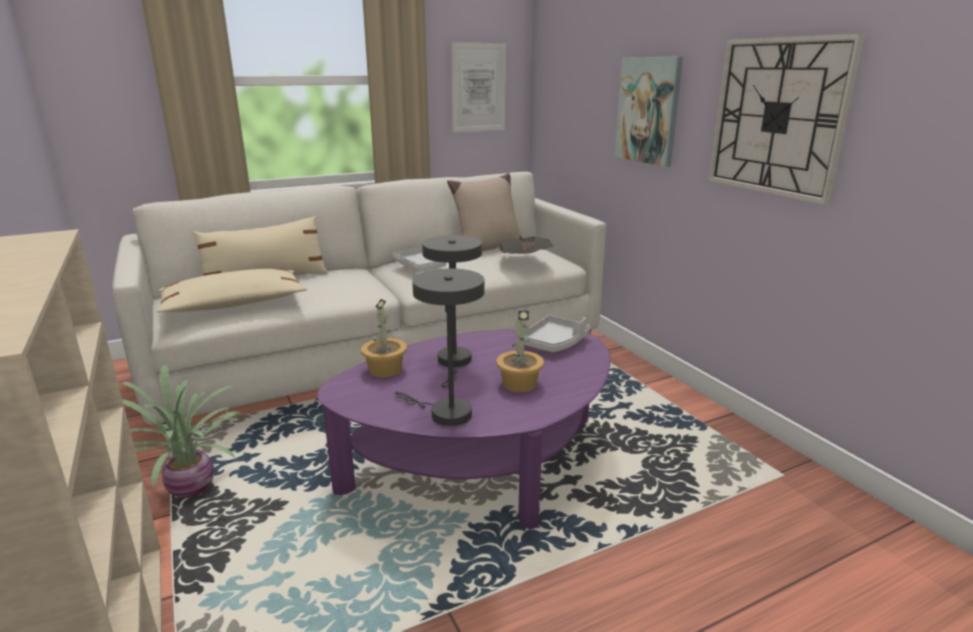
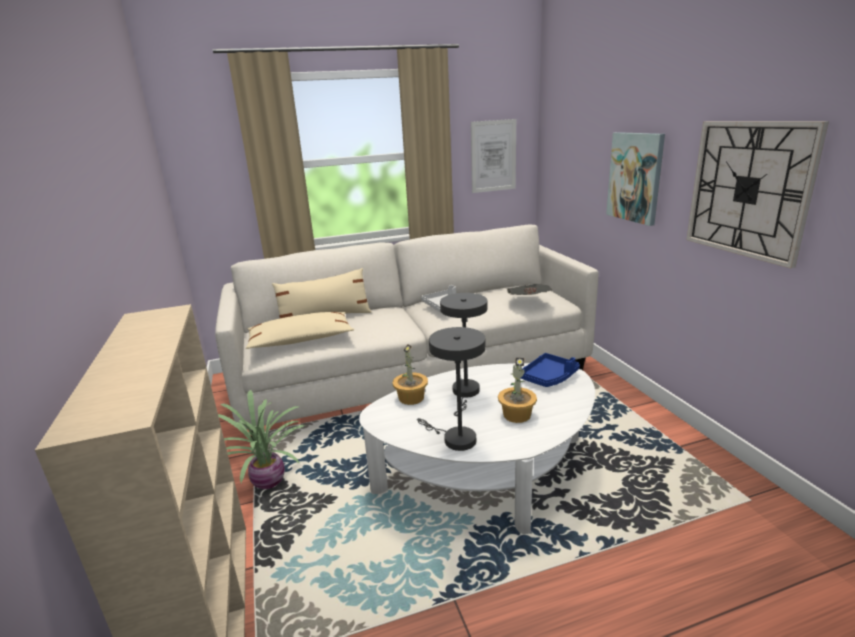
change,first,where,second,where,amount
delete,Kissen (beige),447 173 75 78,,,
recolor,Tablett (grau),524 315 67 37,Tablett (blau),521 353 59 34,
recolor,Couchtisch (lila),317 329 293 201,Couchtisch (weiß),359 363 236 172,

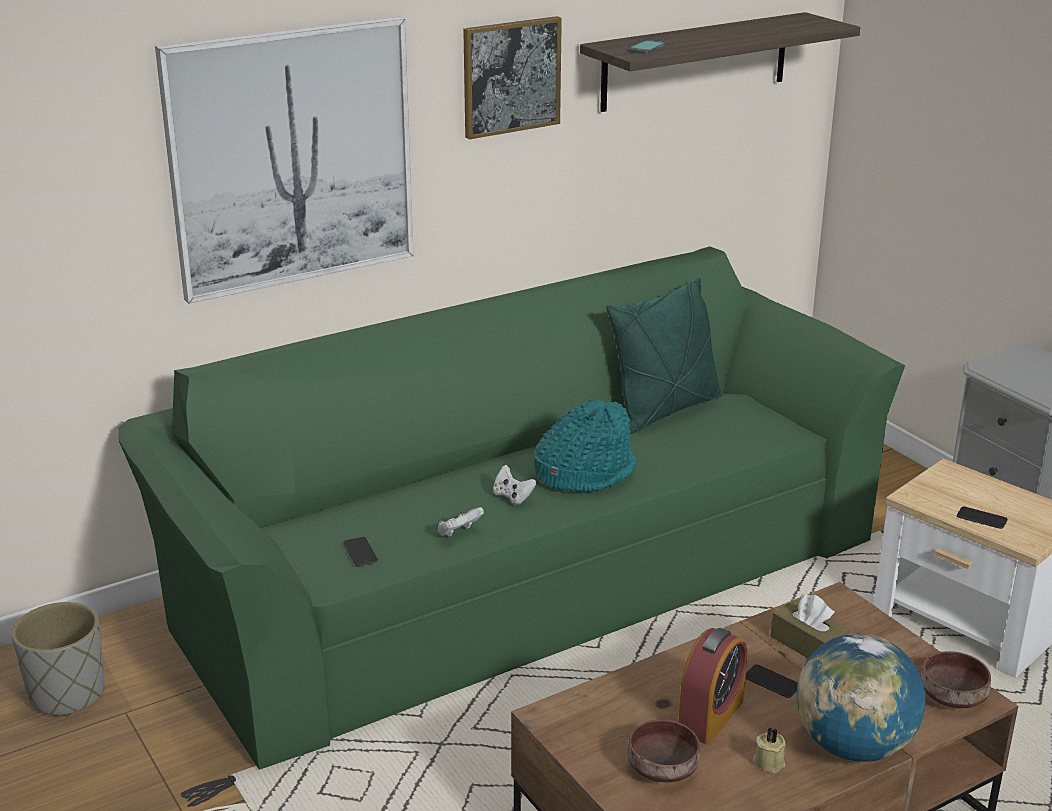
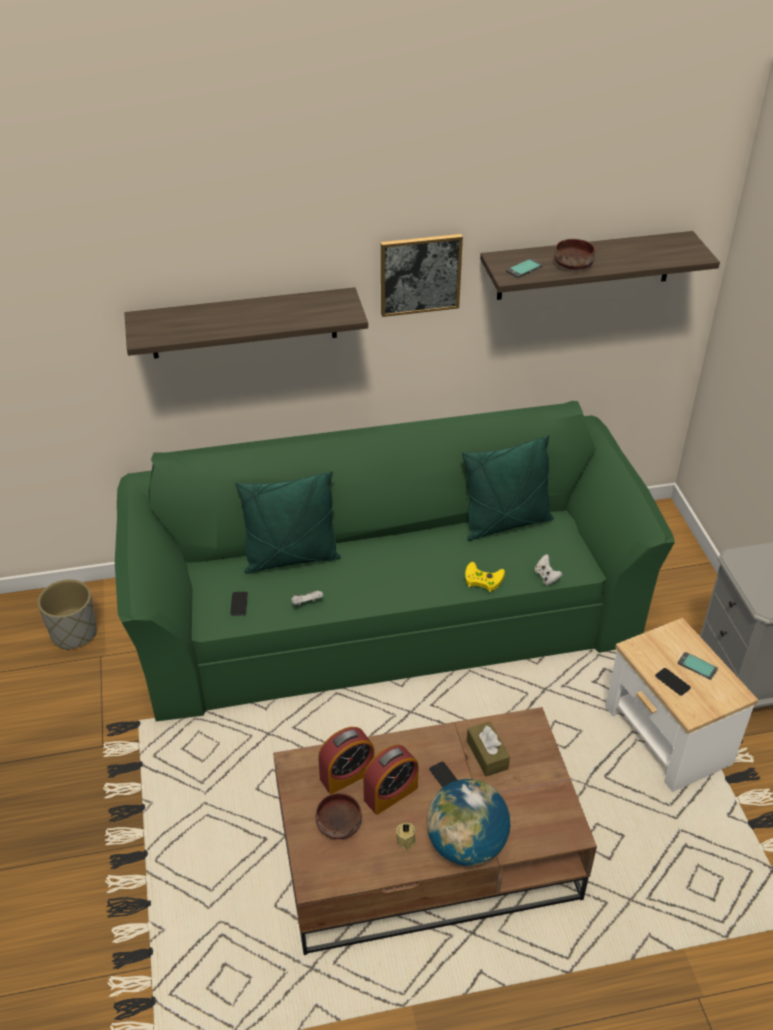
change,first,where,second,where,amount
replace,Bild,155 17 259 287,Wandregal,124 287 244 72,
delete,Hut (türkis),534 398 103 94,,,
move,Gamepad (weiß),493 465 43 40,,535 554 28 31,
move,Schüssel (braun),921 651 70 57,,554 239 41 31,
insert,,,Kissen (grün),235 471 106 103,
insert,,,Gamepad (gelb),465 562 40 30,
insert,,,Handy,678 652 40 28,
insert,,,Wecker,318 727 56 67,

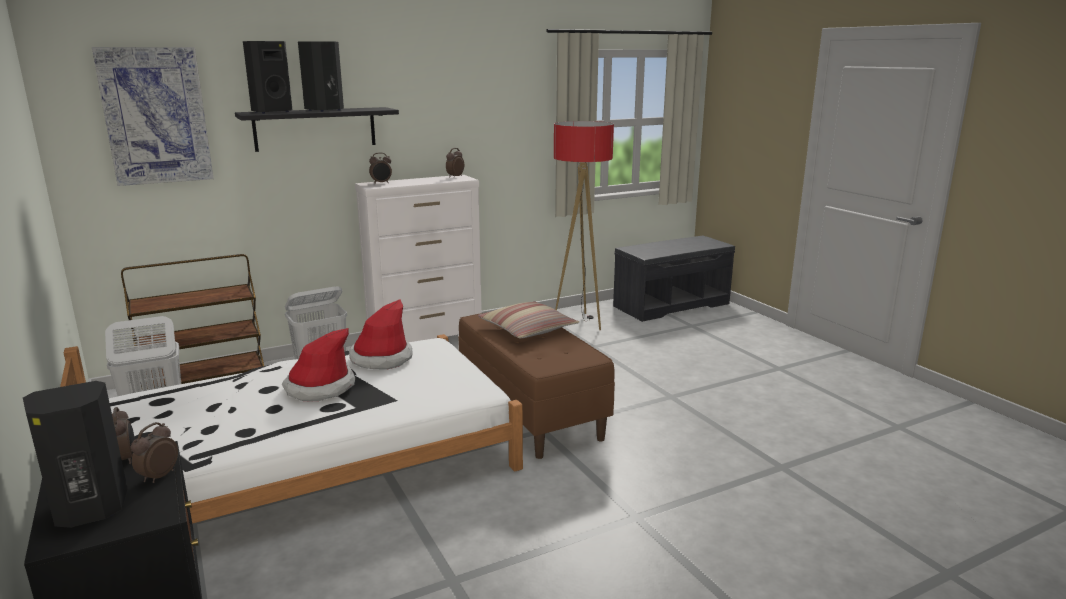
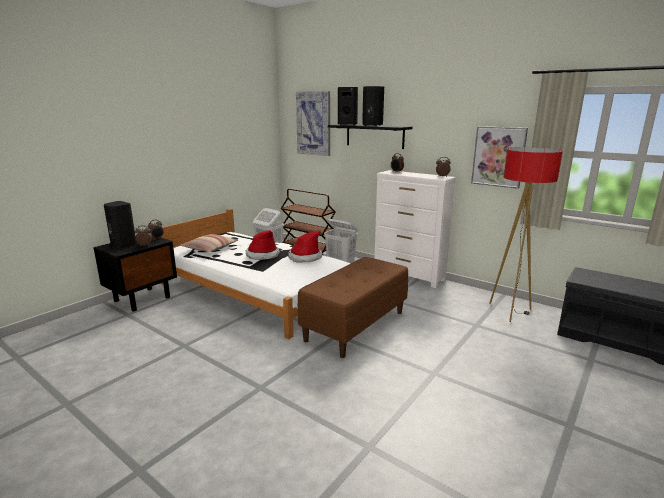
change,first,where,second,where,amount
move,Kissen,478 301 102 37,,180 234 58 18,
insert,,,Bild,471 126 57 63,

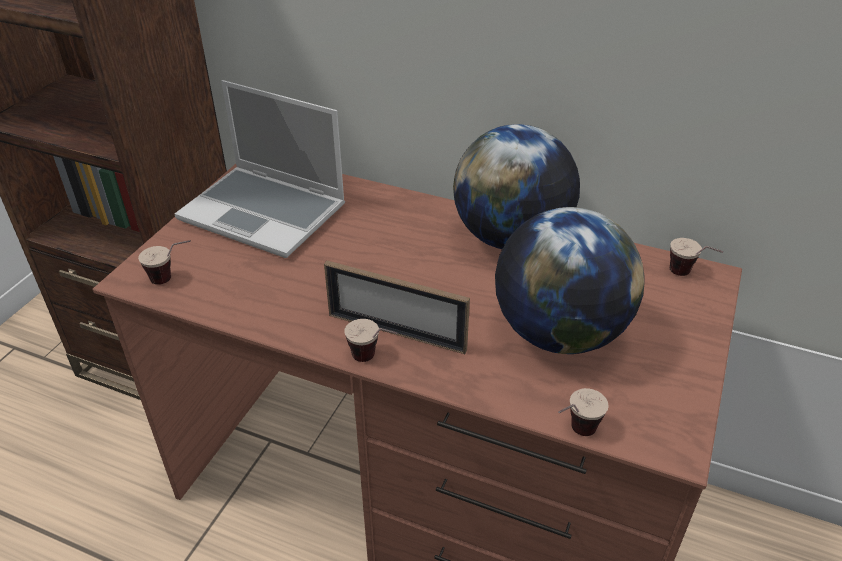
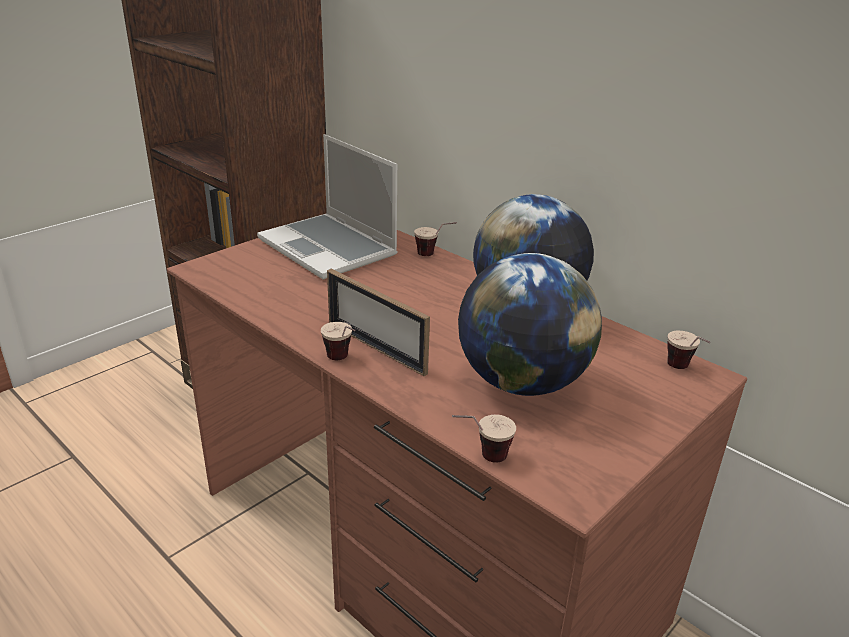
change,first,where,second,where,amount
move,Tasse,138 240 53 45,,414 222 43 34,

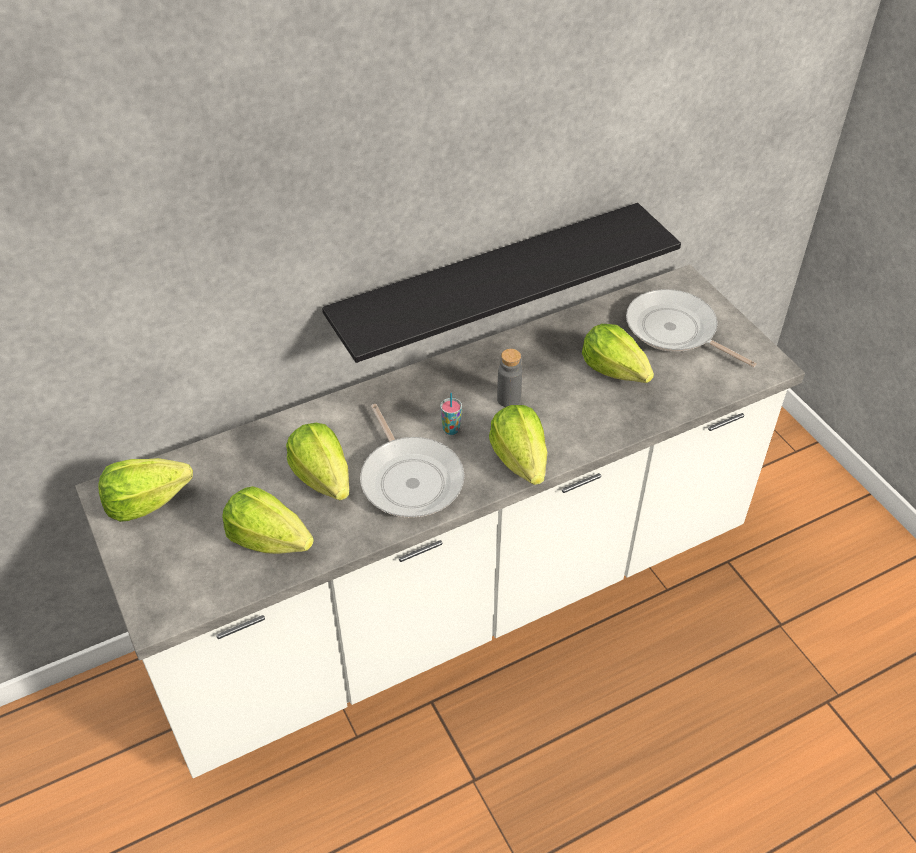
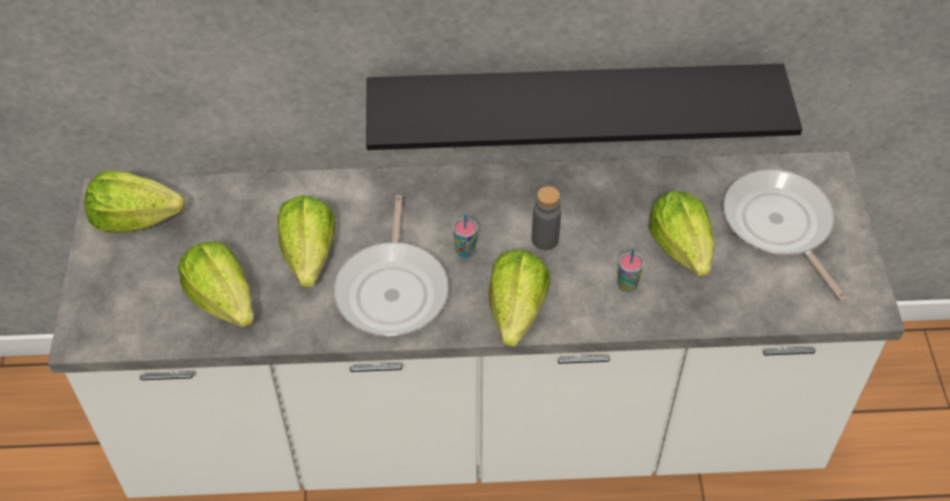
change,first,where,second,where,amount
insert,,,Tasse,617 248 27 44,

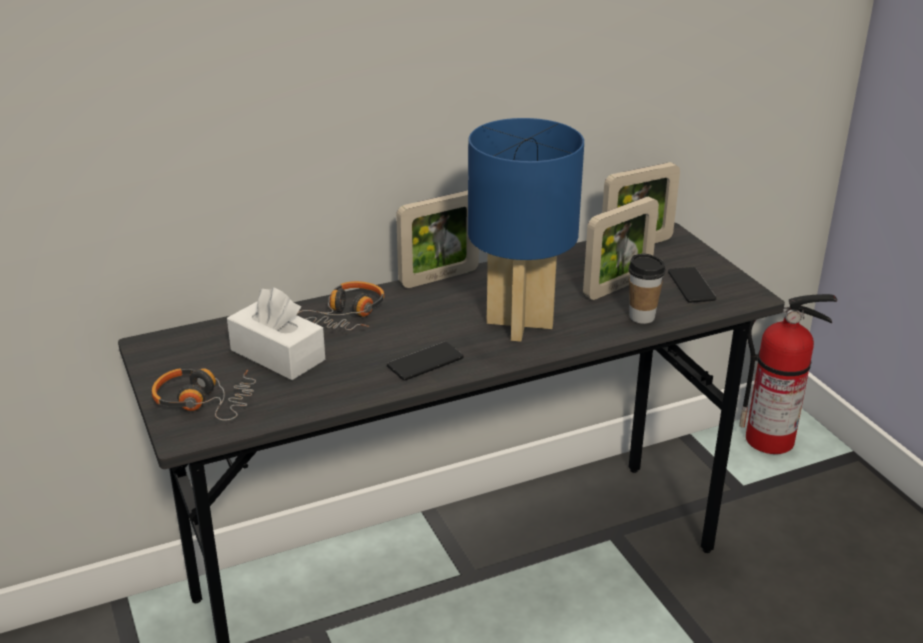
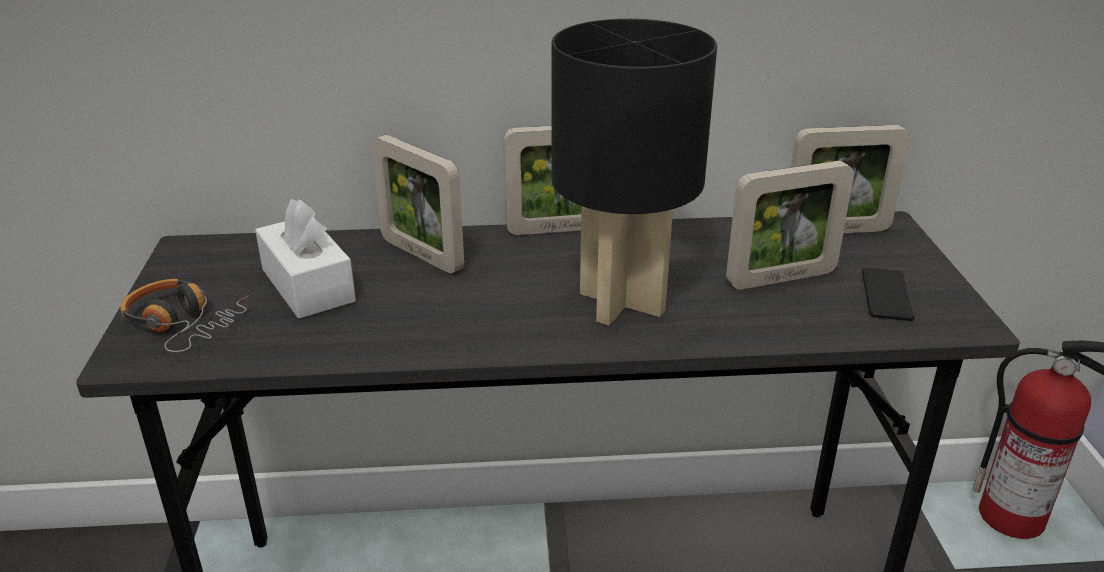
change,first,where,second,where,amount
recolor,Tischlampe (blau),468 118 116 224,Tischlampe (schwarz),551 19 166 306,
delete,Tasse,628 253 37 71,,,
replace,Kopfhörer,296 281 89 49,Bilderrahmen,372 135 92 138,
delete,Handy,387 342 77 38,,,

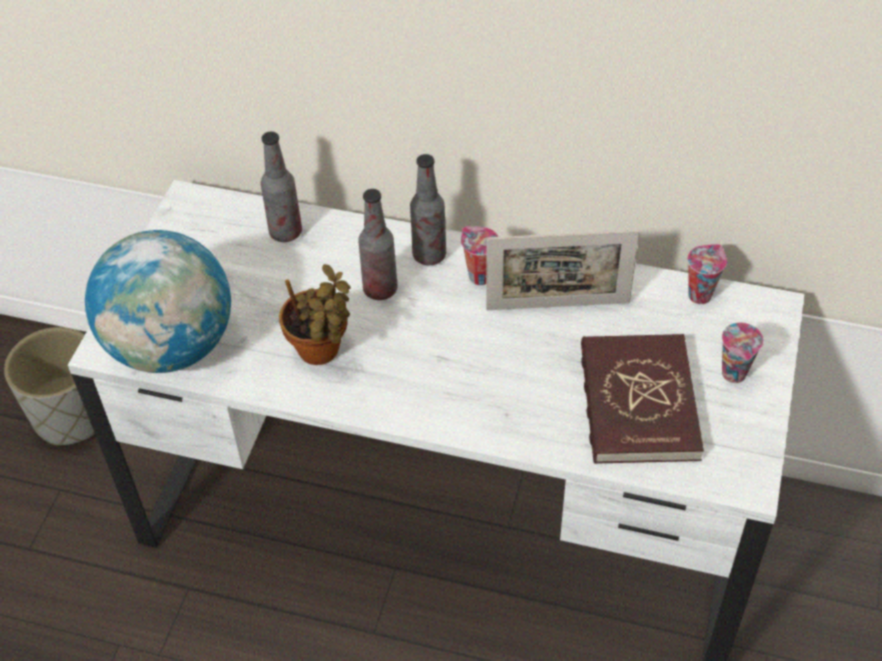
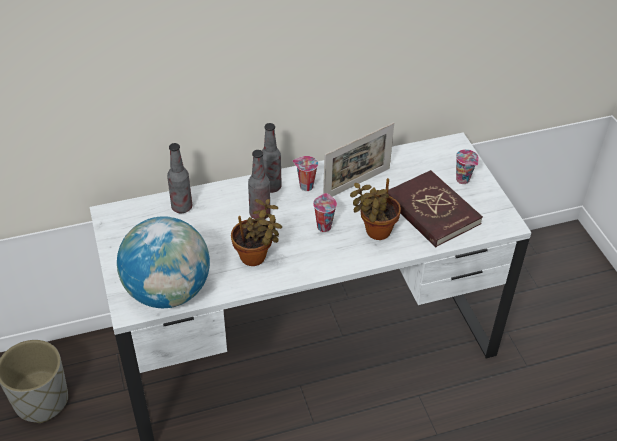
change,first,where,second,where,amount
move,Tasse,687 244 40 60,,313 193 24 39,
insert,,,Topfpflanze,350 178 51 62,

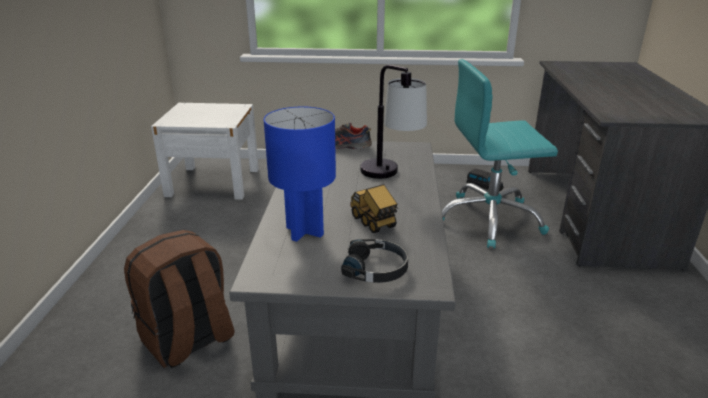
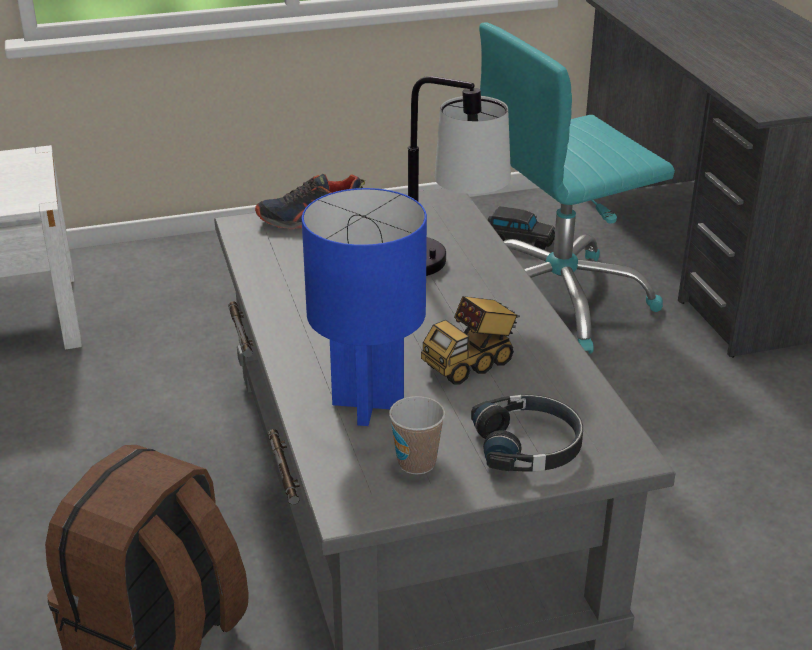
change,first,where,second,where,amount
rotate,Spielzeuglaster,351 184 47 49,,421 296 99 88,75 degrees counterclockwise
insert,,,Tasse,389 396 56 79,

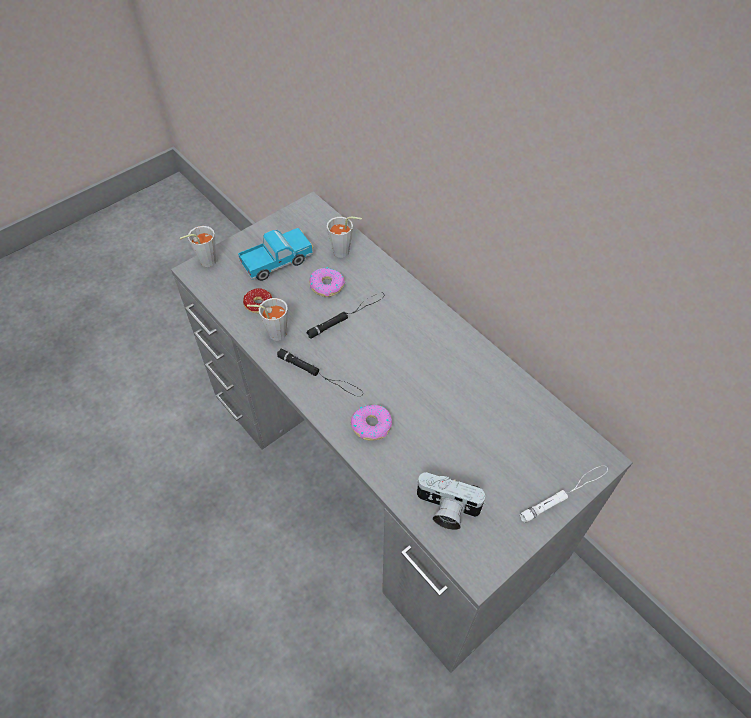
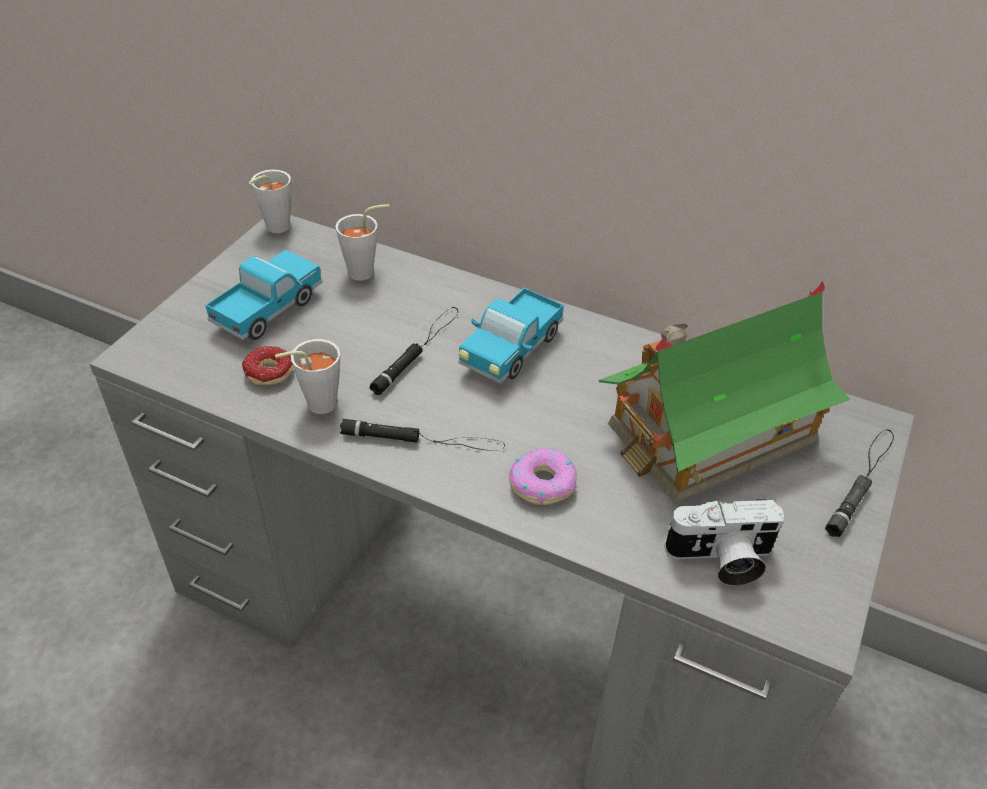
change,first,where,second,where,amount
move,Tasse (grau),180 226 37 41,,249 169 42 64,
delete,Donut,309 267 36 30,,,
recolor,Taschenlampe (weiß),519 466 89 57,Taschenlampe (schwarz),825 430 69 107,
insert,,,Spielzeughaus,599 282 252 221,
insert,,,Spielzeuglaster,458 288 106 96,

